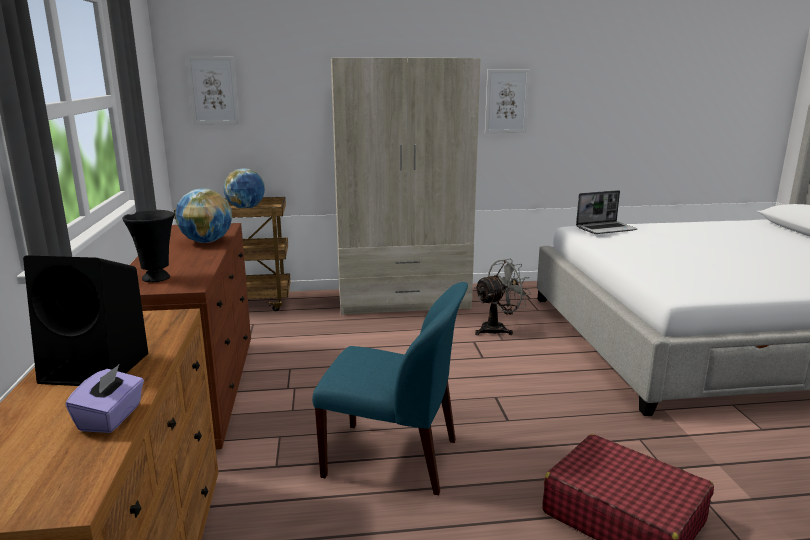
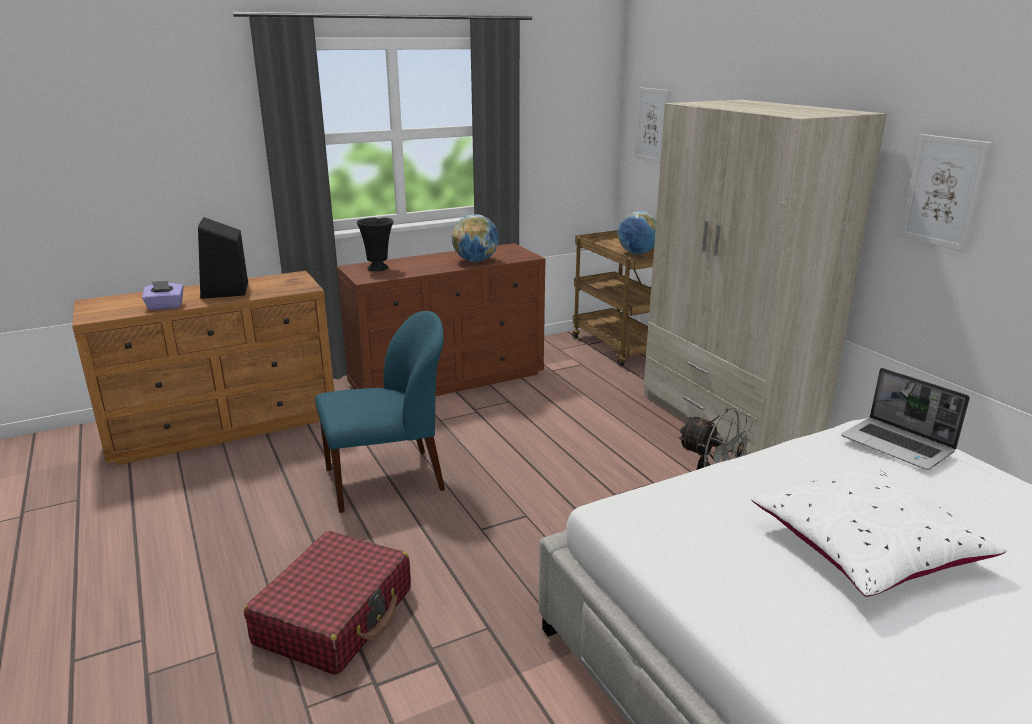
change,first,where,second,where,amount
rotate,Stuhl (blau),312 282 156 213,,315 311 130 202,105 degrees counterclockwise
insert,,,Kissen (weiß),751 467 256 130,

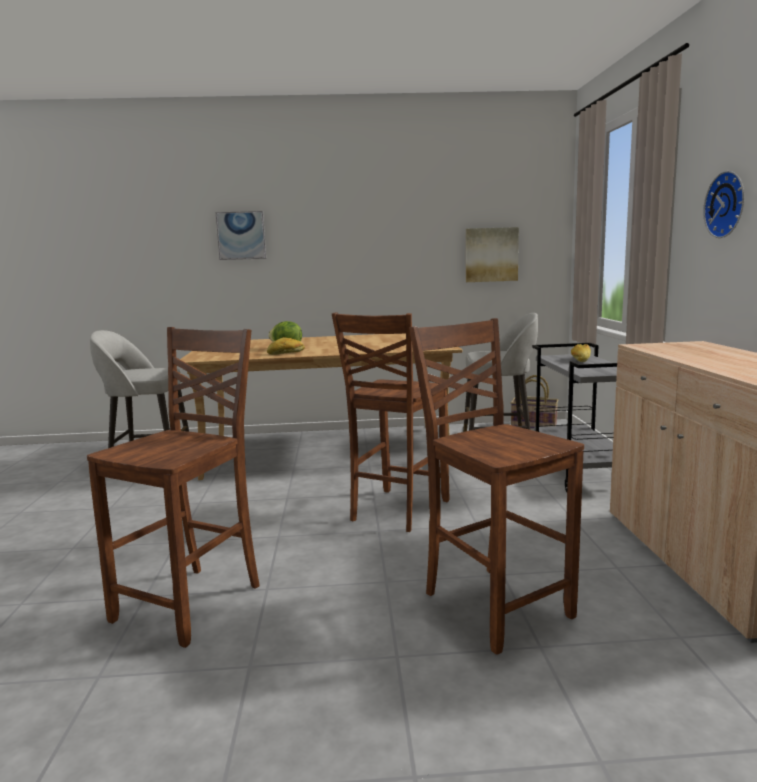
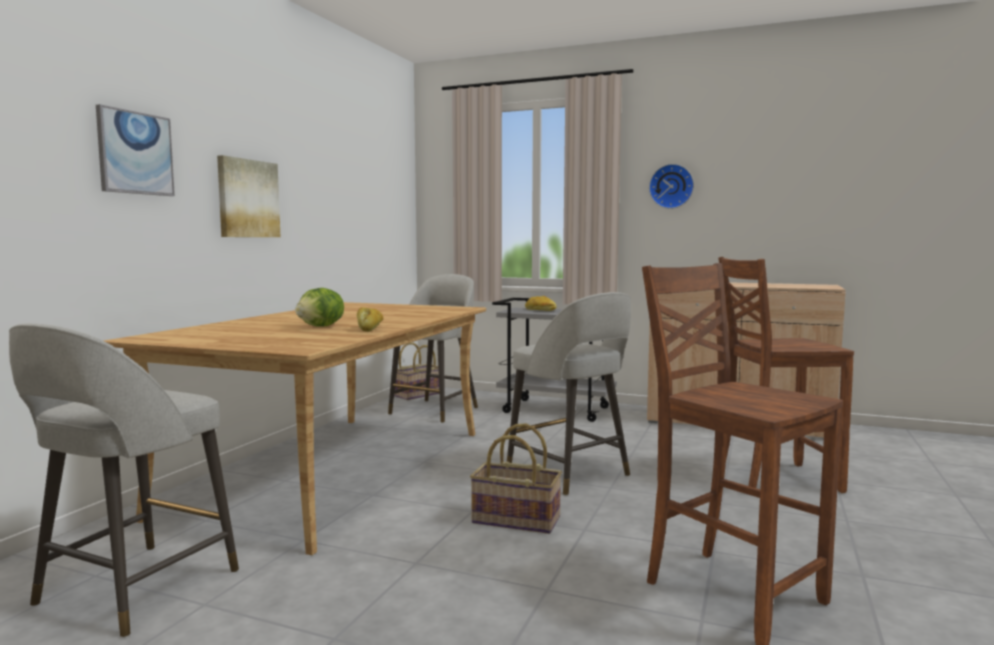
change,first,where,second,where,amount
move,Bild,466 227 53 55,,217 155 63 82,
replace,Stuhl (braun),332 313 117 219,Hocker (grau),507 292 124 203,
insert,,,Korb,470 424 92 110,

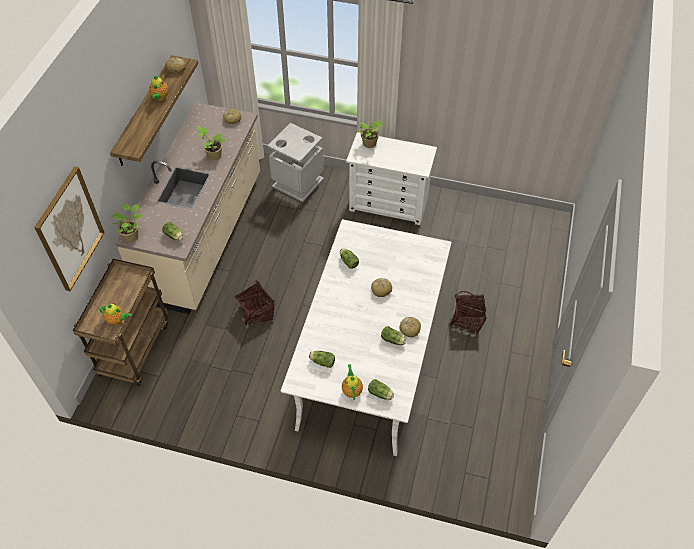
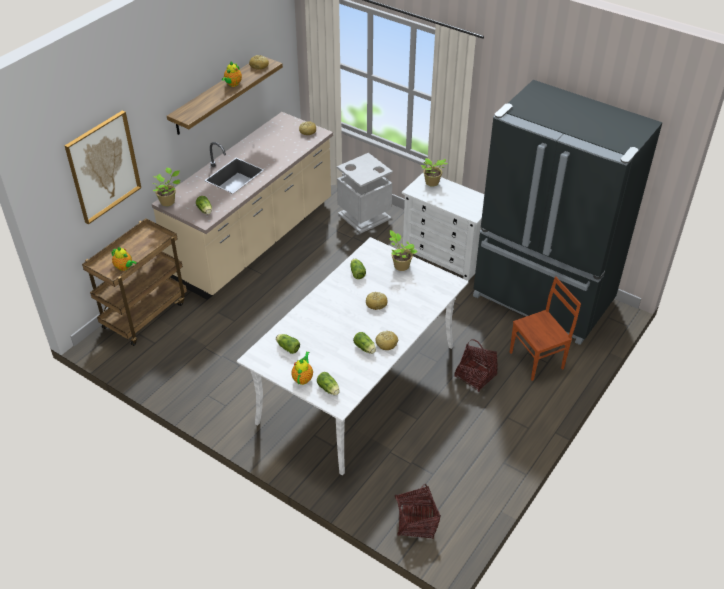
change,first,where,second,where,amount
move,Topfpflanze,196 126 30 34,,389 230 29 41,
move,Korb,235 280 39 46,,395 484 46 55,
insert,,,Kühlschrank (schwarz),473 80 190 265,
insert,,,Stuhl (braun),510 276 71 105,

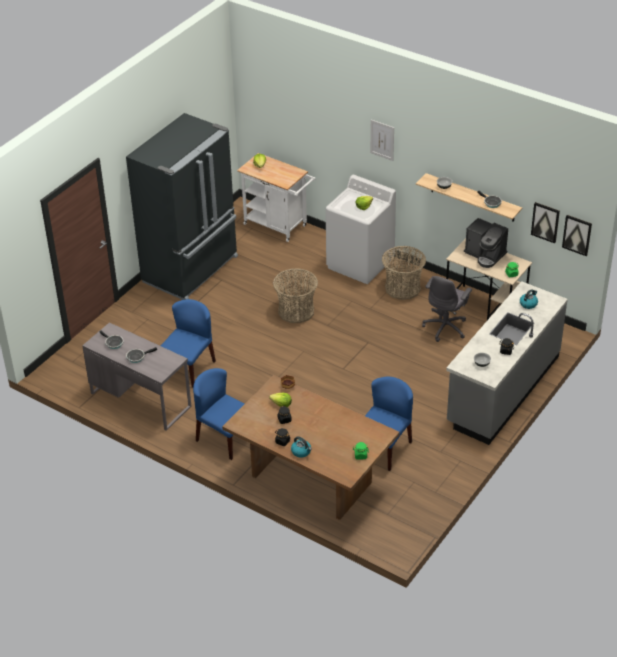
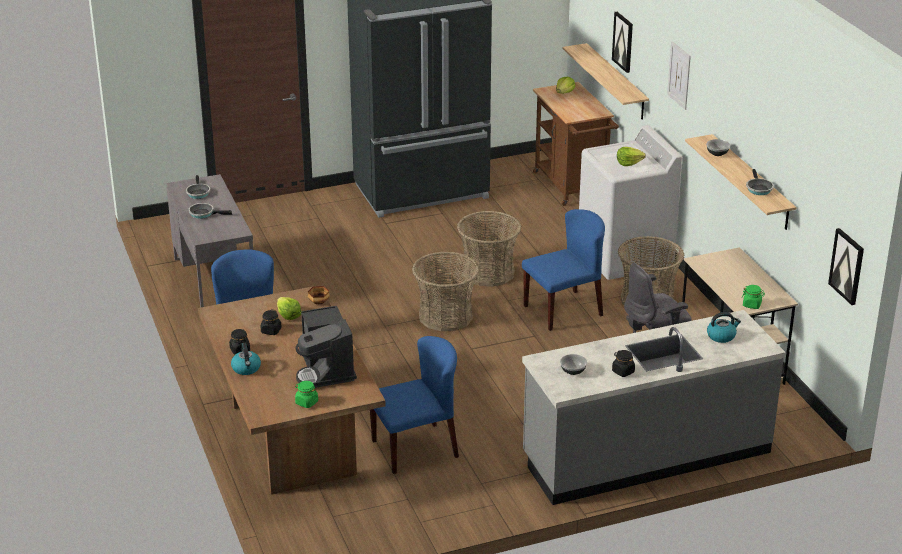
change,first,where,second,where,amount
recolor,Rollwagen (weiß),237 153 78 89,Rollwagen (braun),533 82 86 124,
move,Bild,531 202 29 41,,612 12 21 61,
move,Kaffeemaschine,464 218 44 50,,296 306 61 82,
move,Stuhl (blau),161 299 55 89,,522 209 83 122,
insert,,,Wandregal,563 43 86 77,
insert,,,Korb,412 252 67 79,

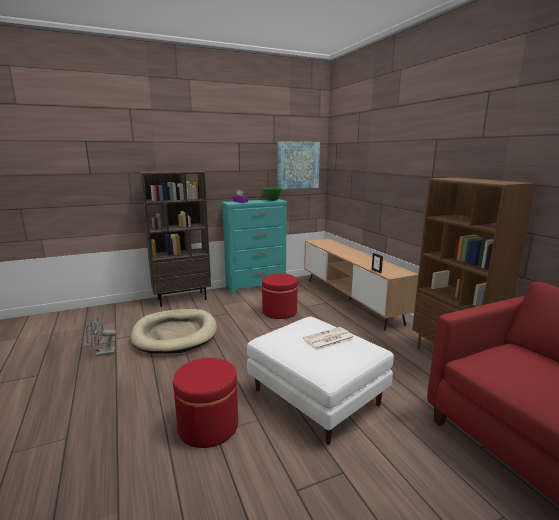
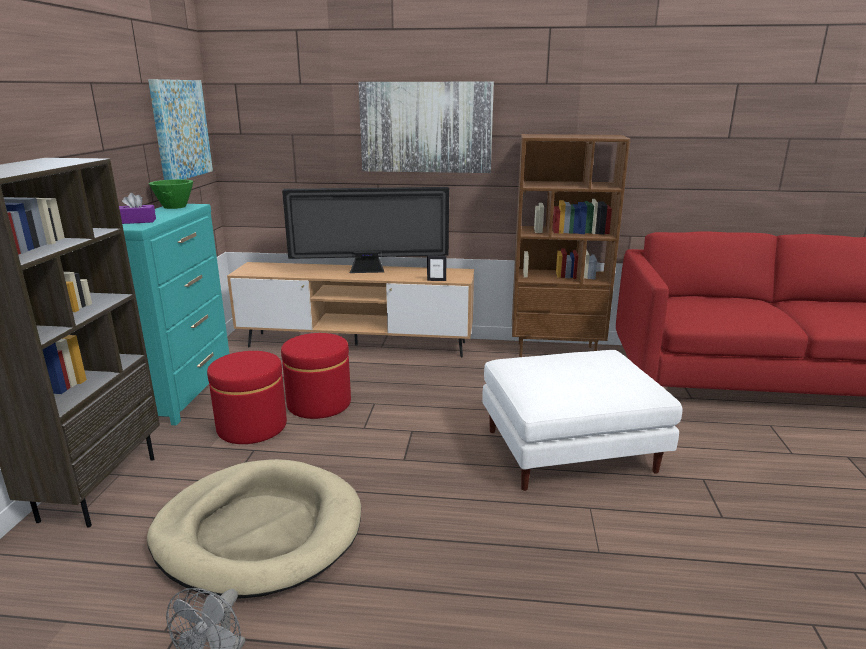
change,first,where,second,where,amount
delete,Zeitung,303 327 52 23,,,
move,Polsterhocker (rot),173 358 65 90,,207 351 80 93,
insert,,,Bild,359 82 135 91,
insert,,,Fernseher,282 187 167 86,

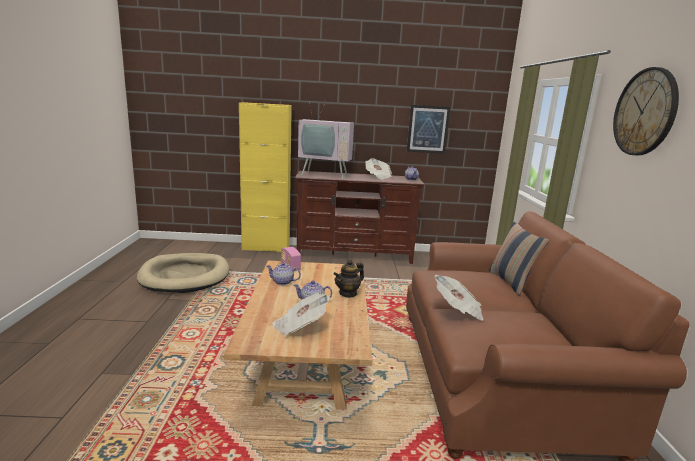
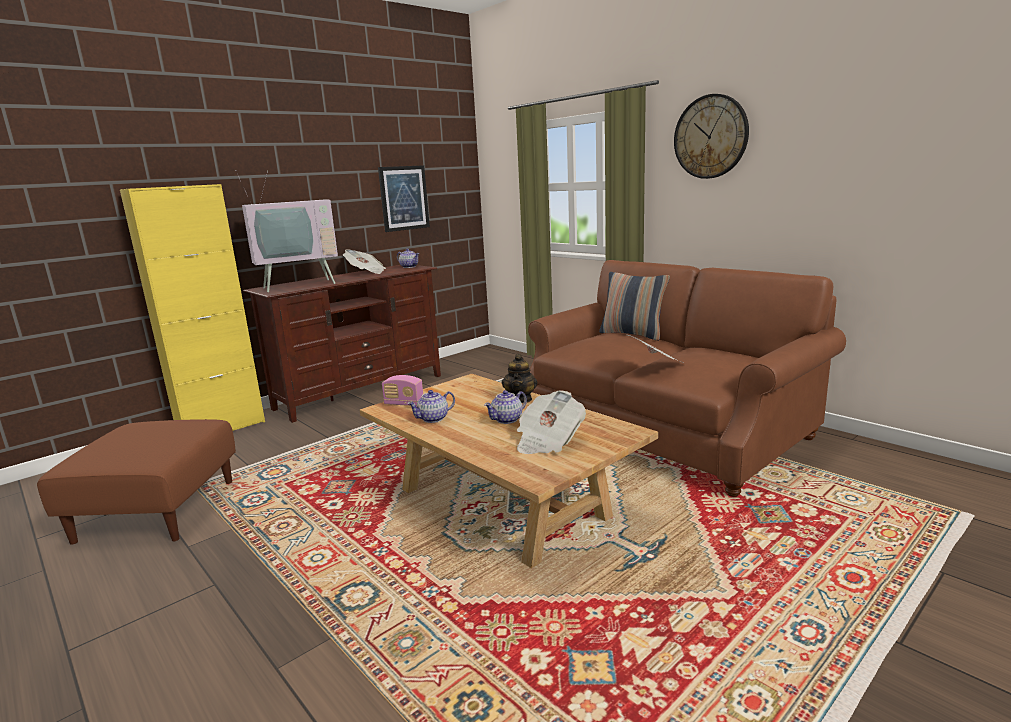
change,first,where,second,where,amount
replace,Hundebett (beige),137 253 92 40,Polsterhocker (braun),37 419 199 126,

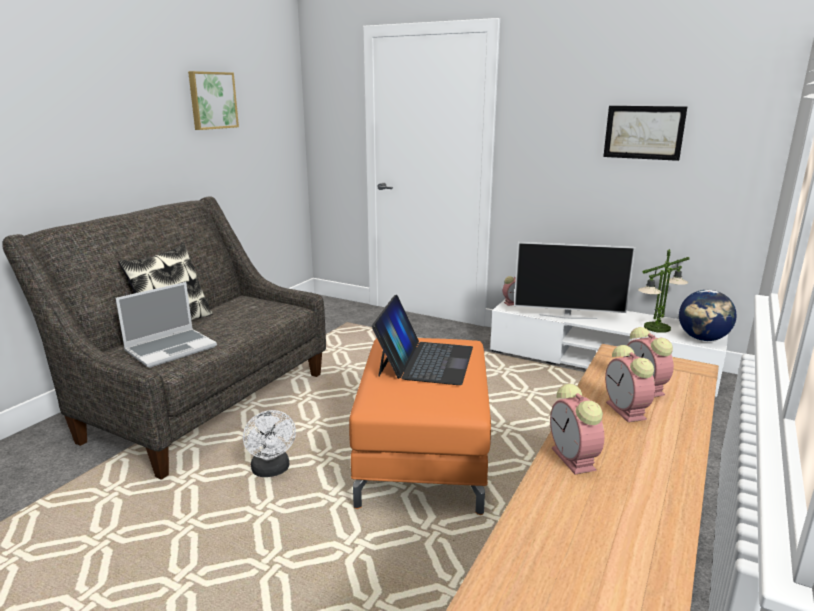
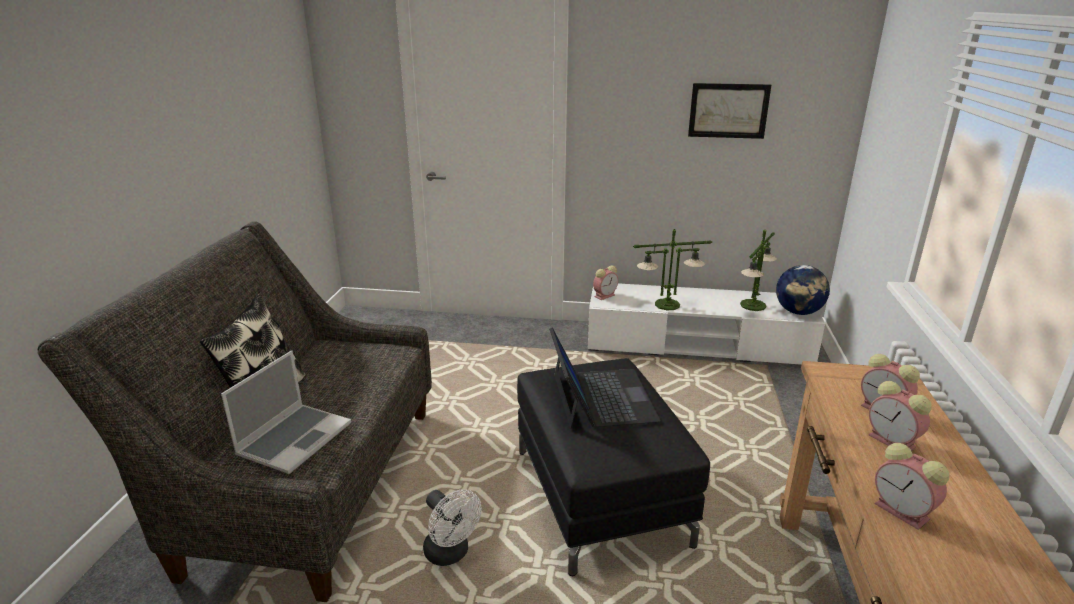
change,first,where,second,where,amount
delete,Bild,188 71 51 59,,,
replace,Fernseher,514 242 121 77,Tischlampe,633 229 79 81,
recolor,Polsterhocker (orange),349 338 142 177,Polsterhocker (schwarz),517 358 193 218,

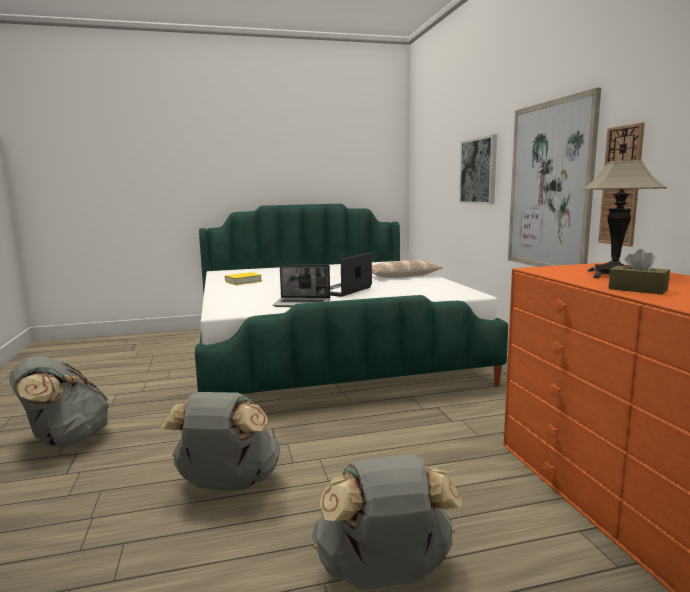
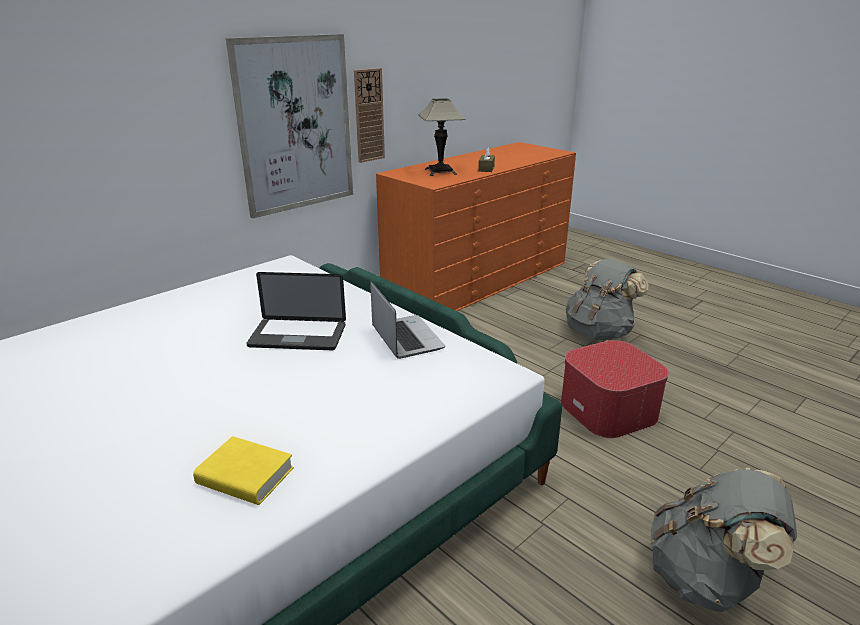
change,first,where,second,where,amount
delete,Bild,459 134 38 70,,,
delete,Kissen,372 260 71 18,,,
replace,Rucksack (grau),161 392 119 99,Polsterhocker,561 340 108 98,

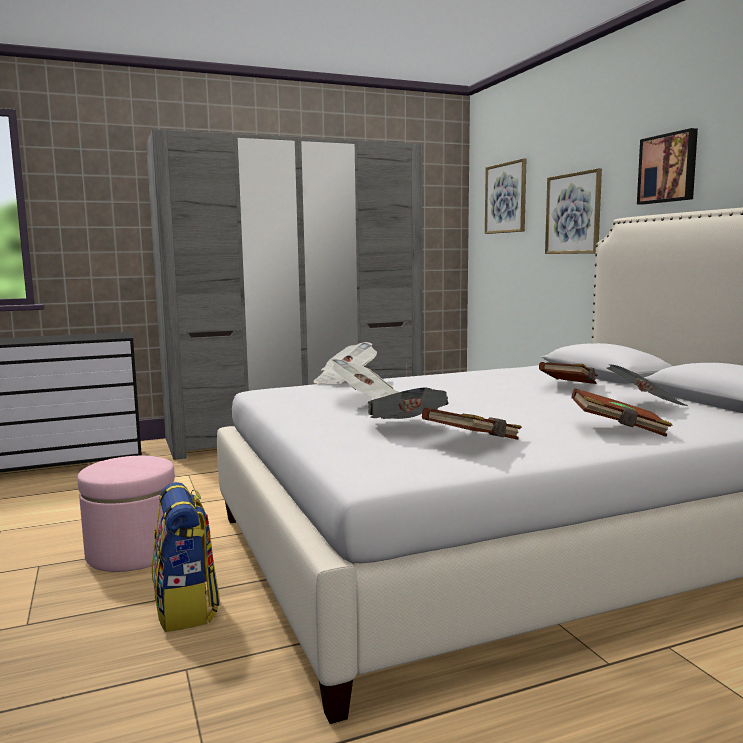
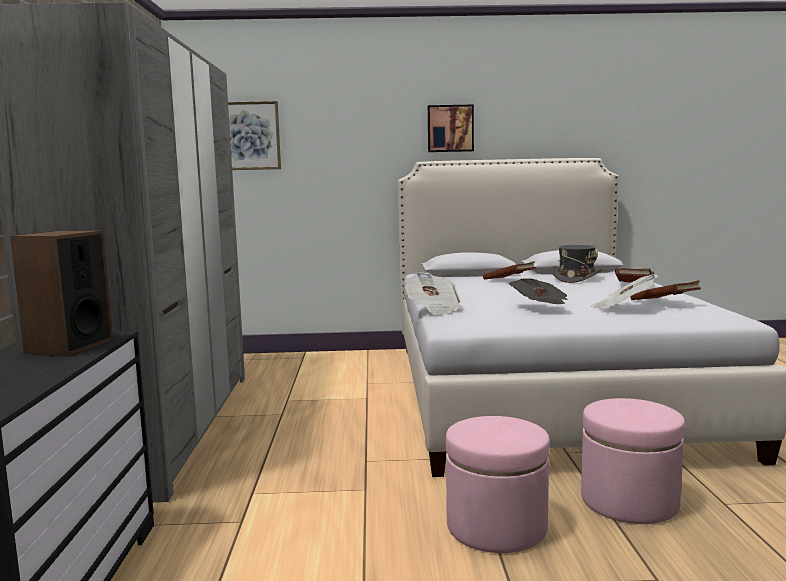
change,first,where,second,where,amount
delete,Bild,545 168 57 86,,,
replace,Zeitung,607 365 82 41,Hut (grau),551 245 51 38,
replace,Rucksack,152 482 68 150,Polsterhocker (rosa),581 398 104 126,
insert,,,Lautsprecher,10 230 103 126,

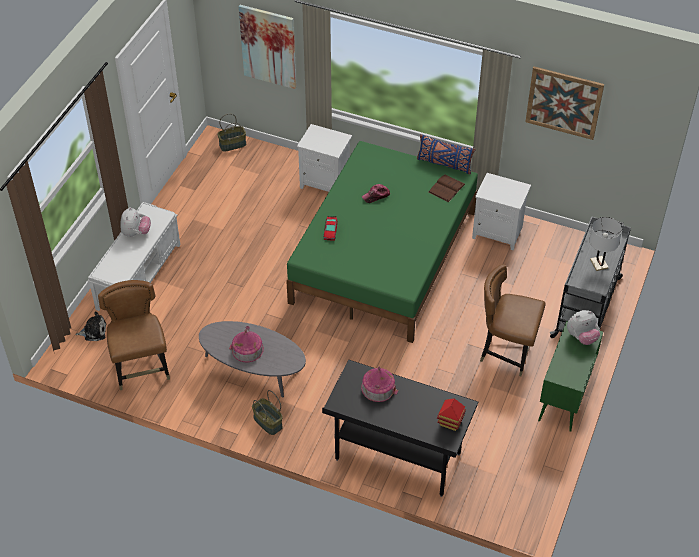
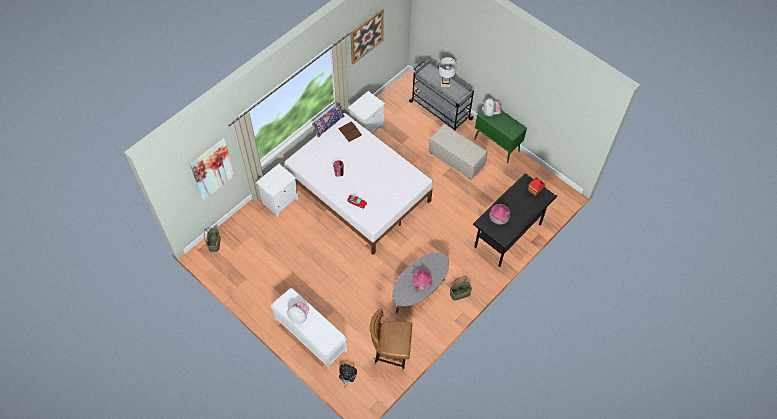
change,first,where,second,where,amount
recolor,Bett (grün),286 141 192 202,Bett (weiß),285 113 148 142,
replace,Stuhl (braun),480 264 66 112,Polsterhocker (beige),429 124 59 56,

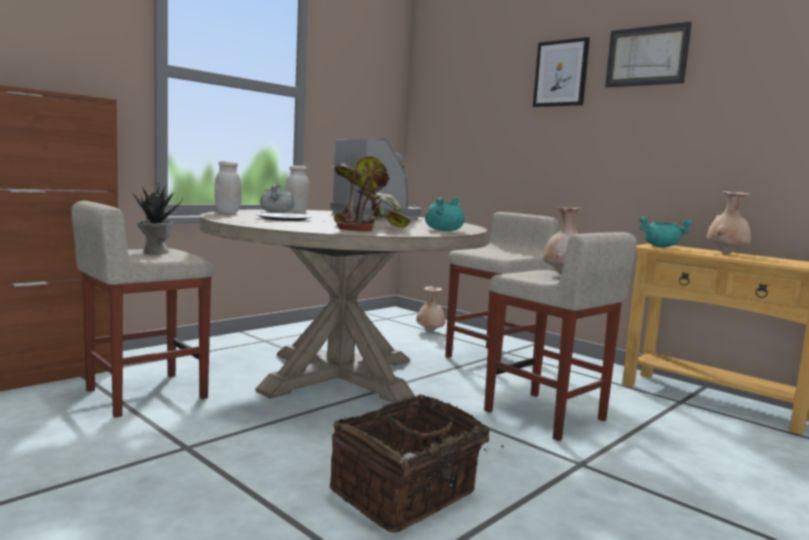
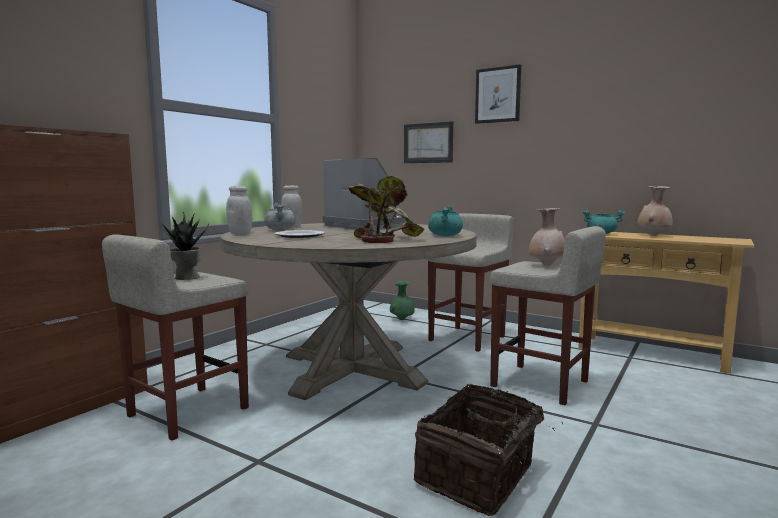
change,first,where,second,where,amount
move,Bild,605 22 87 66,,404 121 49 42,
recolor,Vase (beige),416 286 29 47,Vase (grün),390 281 25 39,

